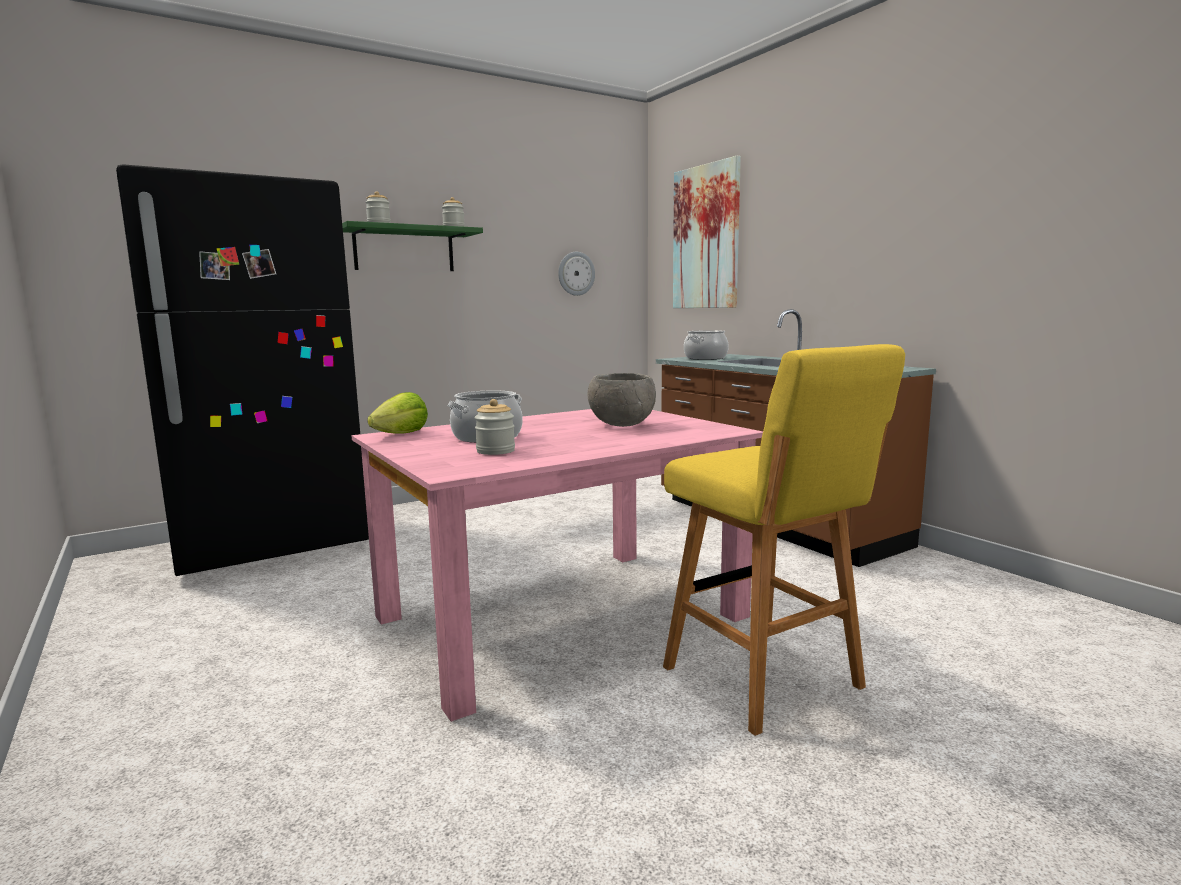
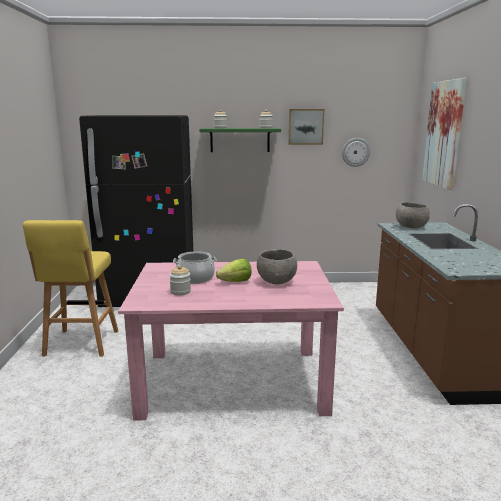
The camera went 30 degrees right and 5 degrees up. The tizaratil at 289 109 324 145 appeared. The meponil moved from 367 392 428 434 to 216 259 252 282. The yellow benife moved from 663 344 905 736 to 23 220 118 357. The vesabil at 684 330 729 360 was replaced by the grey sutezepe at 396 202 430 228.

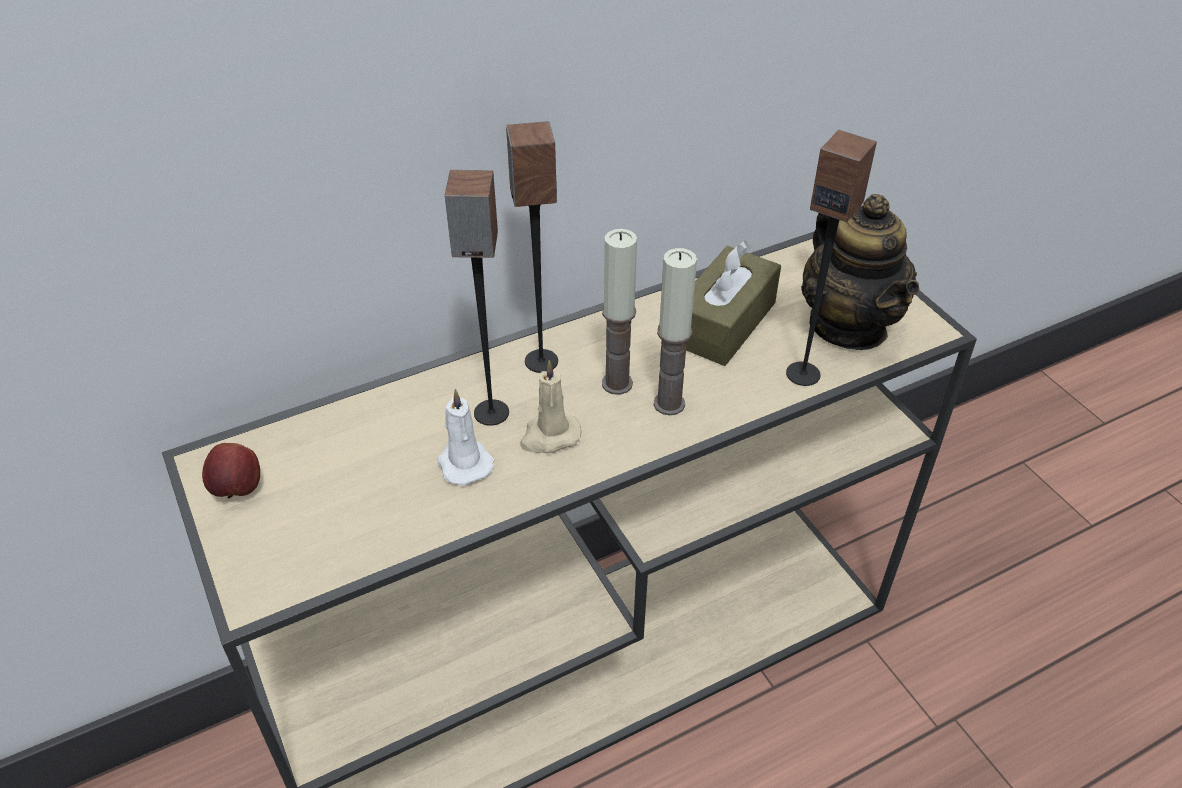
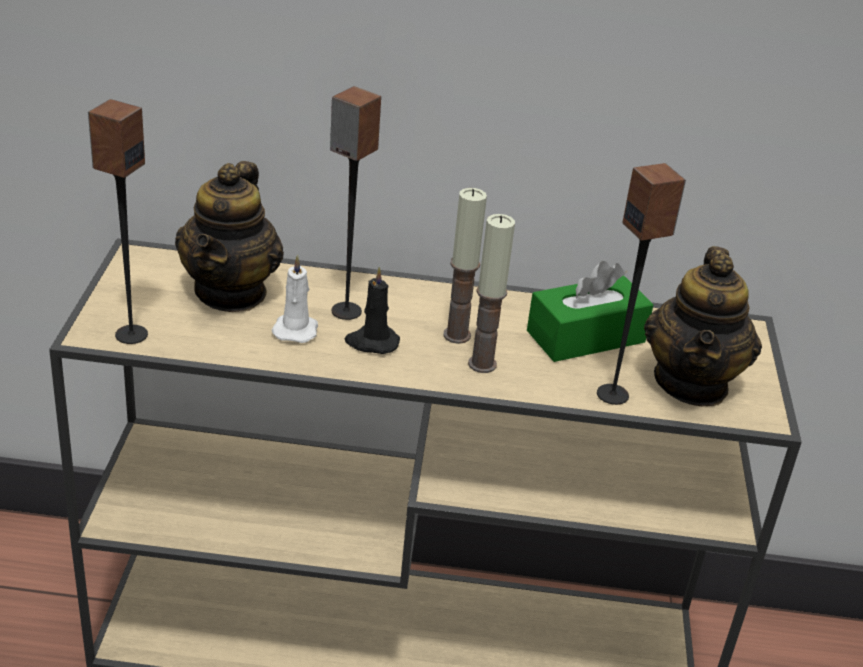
The camera went 30 degrees right and 10 degrees down. The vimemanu at 202 443 260 498 disappeared. The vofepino at 175 161 284 312 appeared. The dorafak moved from 506 121 558 373 to 88 99 148 344. The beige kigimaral at 520 360 582 454 became the black kigimaral at 345 267 400 354. The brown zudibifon at 686 241 781 366 became the green zudibifon at 527 261 654 362.

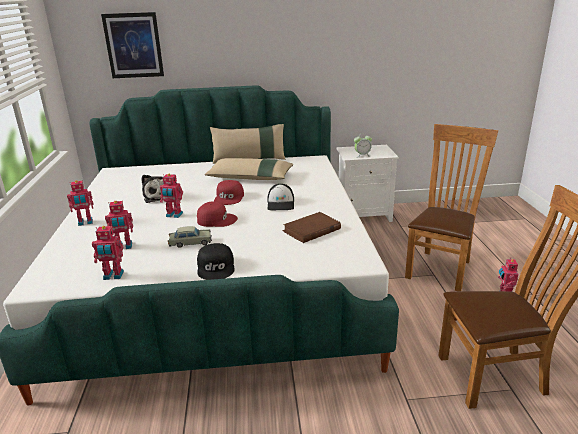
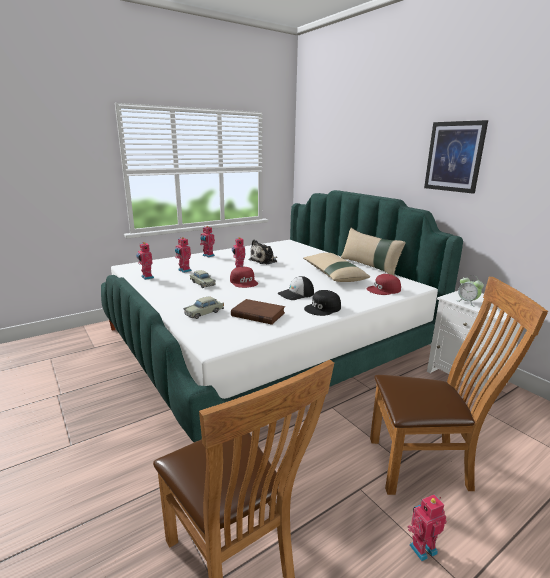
The camera went 60 degrees right and 5 degrees down. The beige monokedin at 183 296 224 319 appeared. The tizaratil moved from 101 12 164 78 to 424 120 488 194. The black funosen moved from 197 243 235 280 to 304 290 341 316. The red funosen moved from 214 180 244 205 to 367 274 401 295.

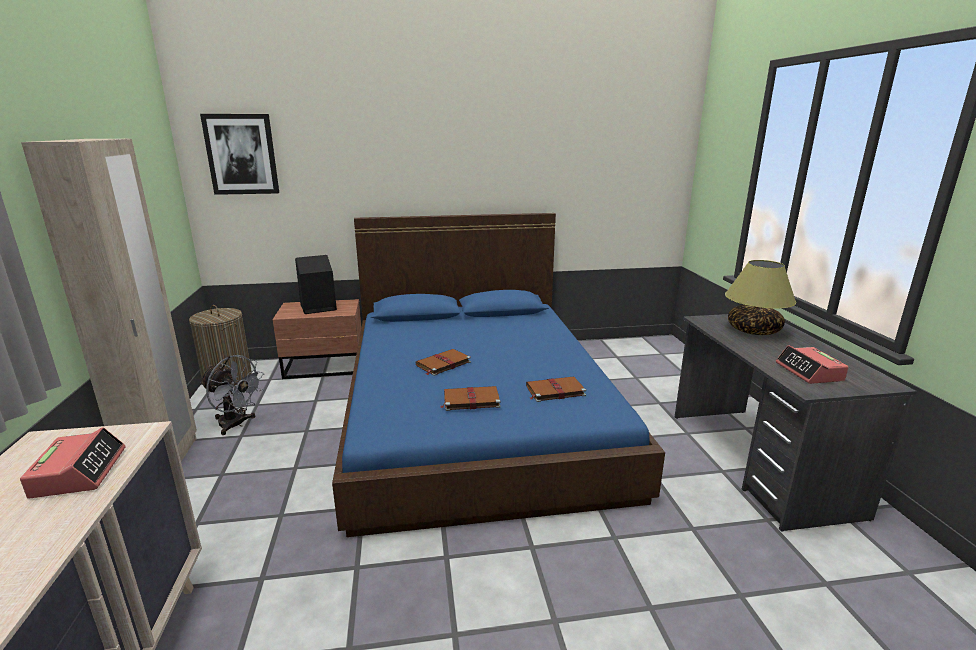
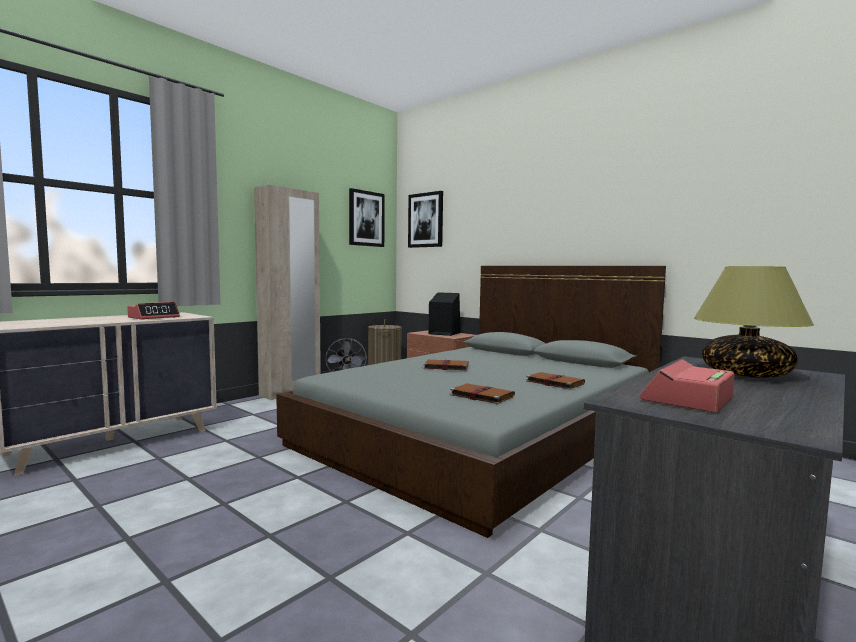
The camera went 50 degrees right and 15 degrees down. The tizaratil at 349 188 385 247 appeared. The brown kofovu moved from 440 386 501 411 to 526 372 585 390. The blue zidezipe at 332 213 665 537 became the grey zidezipe at 276 266 666 538.

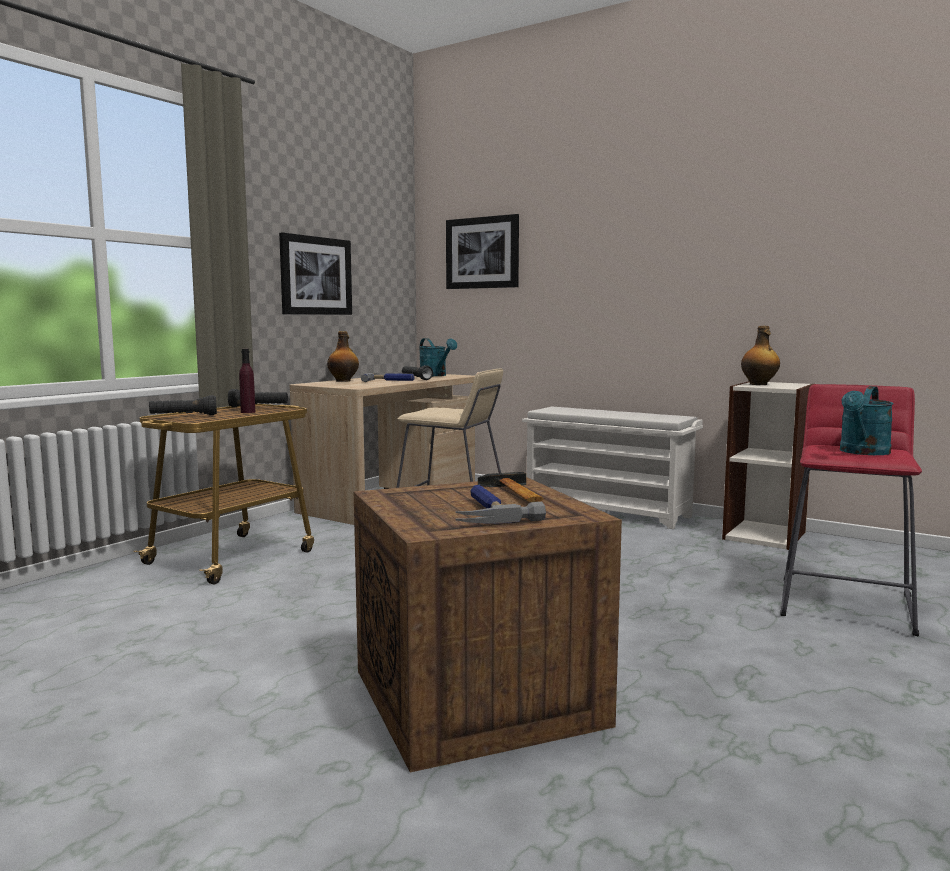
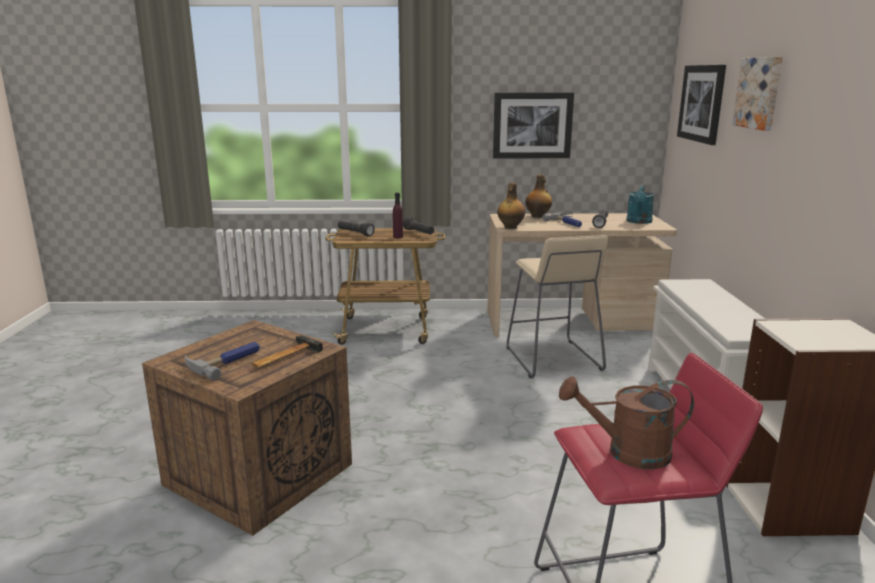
The camera went 55 degrees right and 10 degrees up. The tizaratil at 732 57 783 131 appeared. The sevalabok moved from 741 326 780 385 to 497 183 525 229. The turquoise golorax at 840 386 894 455 became the brown golorax at 559 376 694 469.

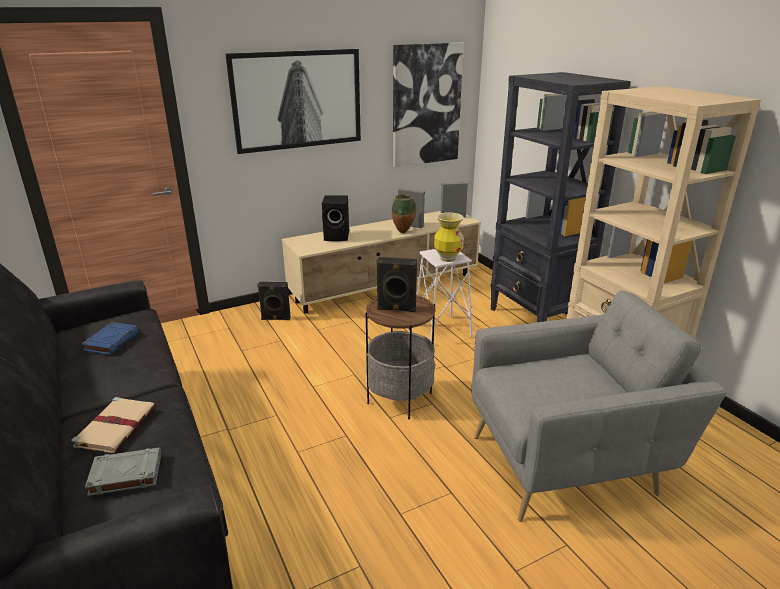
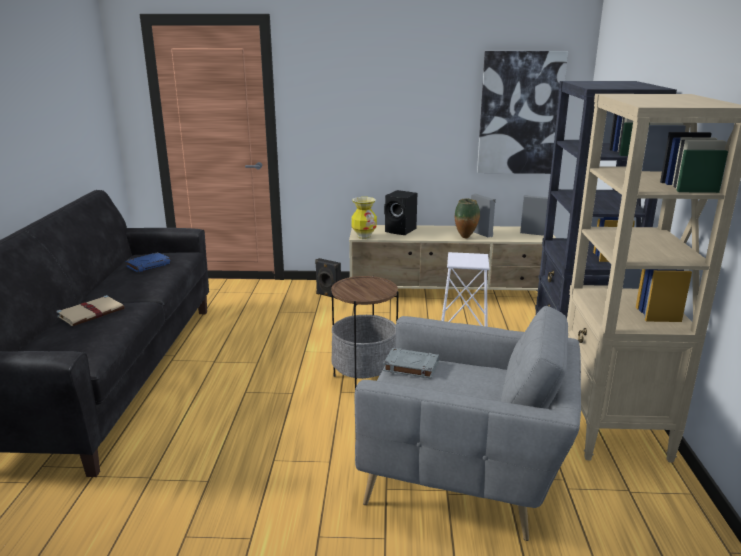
The camera went 30 degrees right and 5 degrees down. The tizaratil at 225 49 361 154 disappeared. The black dorafak at 376 257 417 312 disappeared. The grey kofovu moved from 85 448 161 496 to 383 348 439 379. The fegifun moved from 434 212 464 262 to 351 197 377 239.

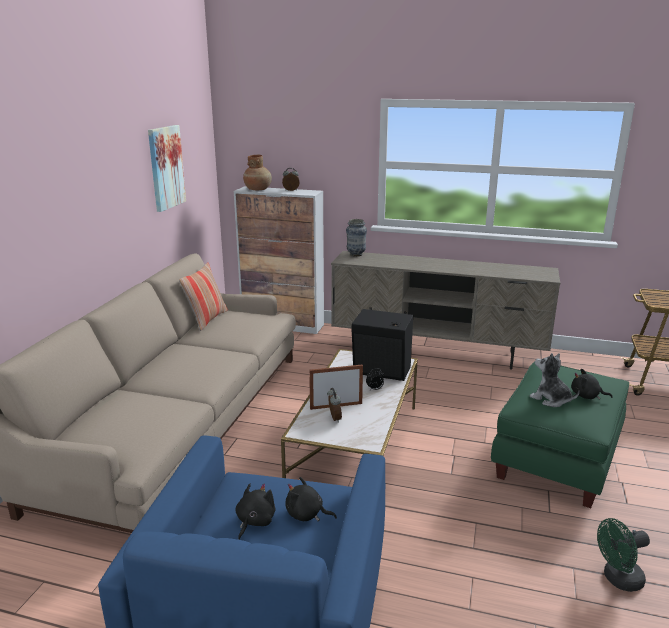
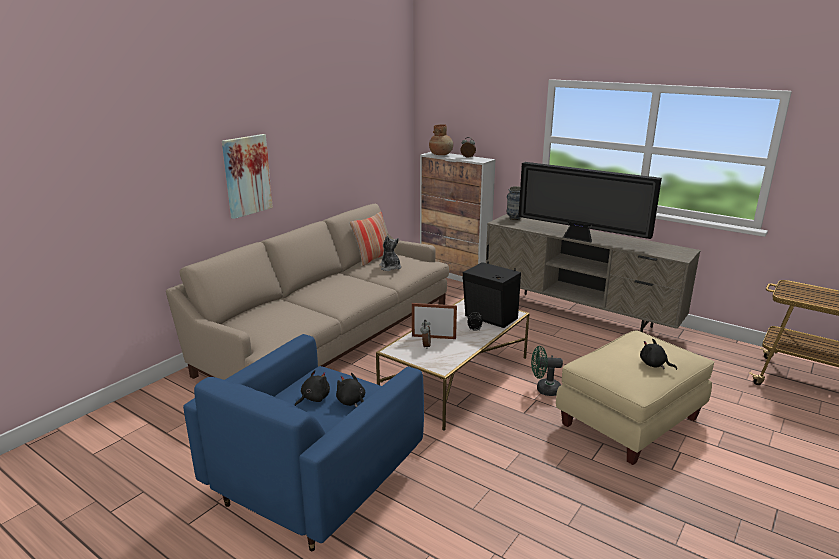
The camera went 20 degrees right and 0 degrees up. The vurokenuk at 518 162 662 243 appeared. The tizaratil moved from 148 125 186 212 to 222 134 273 219. The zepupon moved from 530 353 580 407 to 379 236 401 271. The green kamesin moved from 597 518 650 592 to 531 346 563 396. The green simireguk at 491 362 629 508 became the beige simireguk at 556 331 715 465.

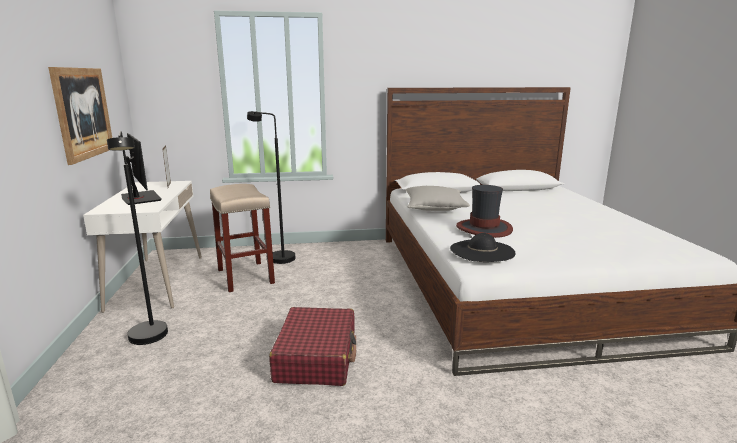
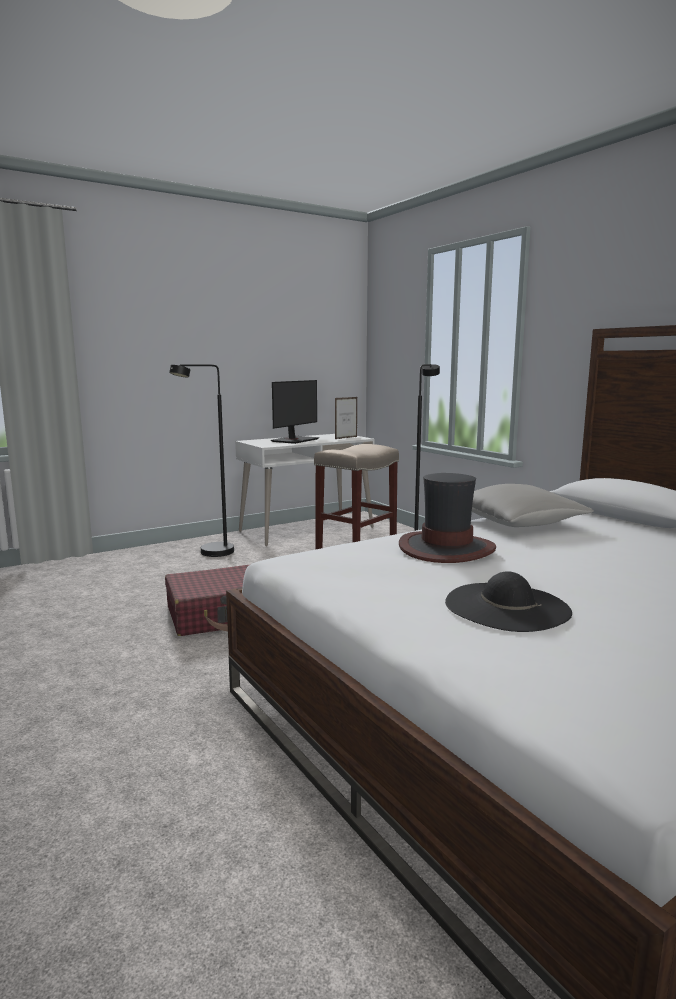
The camera went 65 degrees right and 5 degrees down. The tizaratil at 48 67 112 165 disappeared. The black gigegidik moved from 450 233 516 262 to 445 571 572 632.

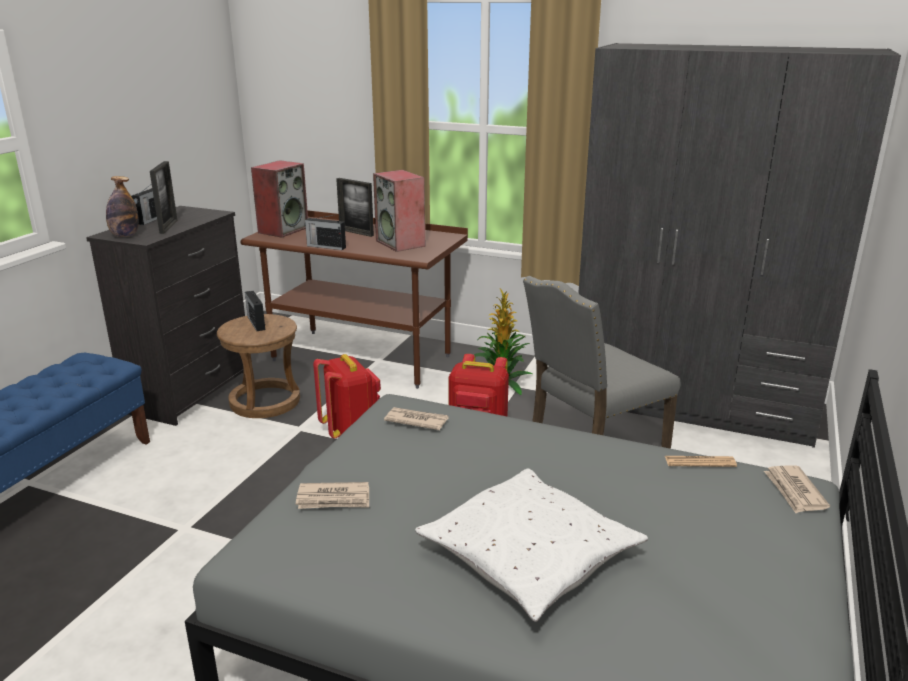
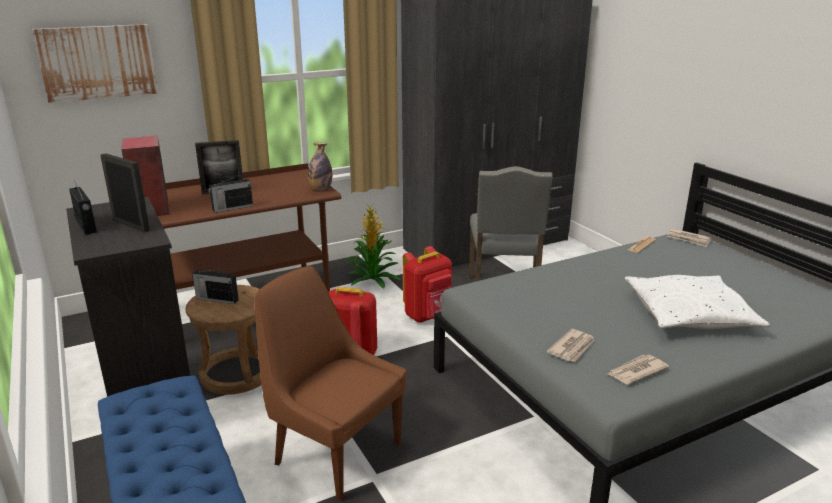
The camera went 50 degrees left and 0 degrees up. The dorafak at 373 170 425 252 disappeared. The tizaratil at 32 24 158 103 appeared. The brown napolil at 254 266 406 501 appeared. The sevalabok moved from 106 176 139 237 to 308 142 332 191. The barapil moved from 384 407 449 430 to 608 355 669 385.

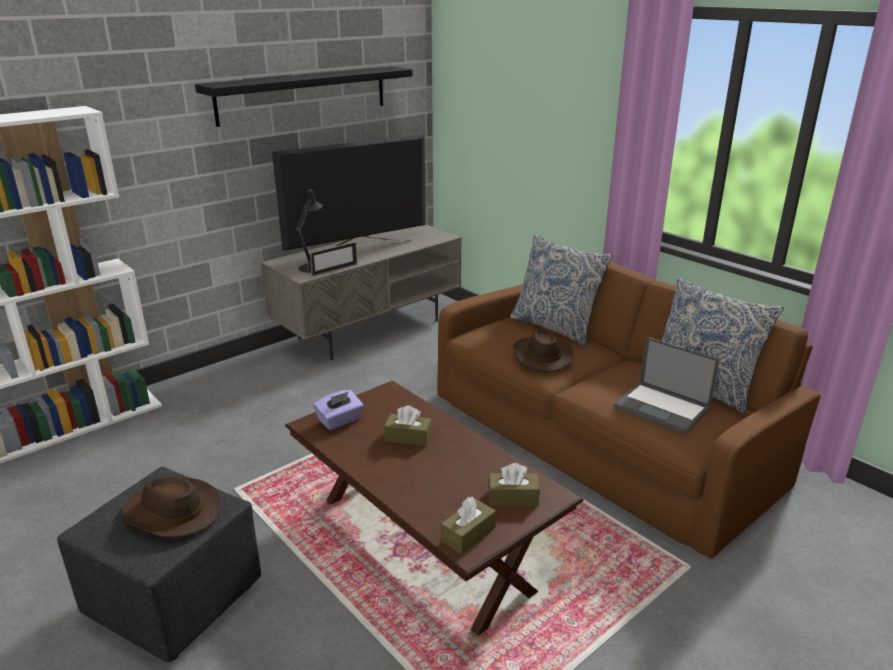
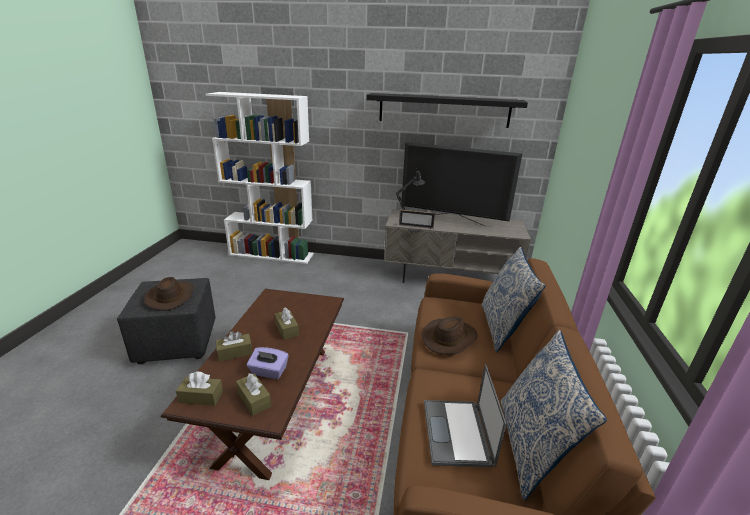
The camera went 50 degrees right and 0 degrees up. The brown zudibifon at 216 331 252 362 appeared. The purple zudibifon moved from 313 390 363 430 to 247 347 289 379.

